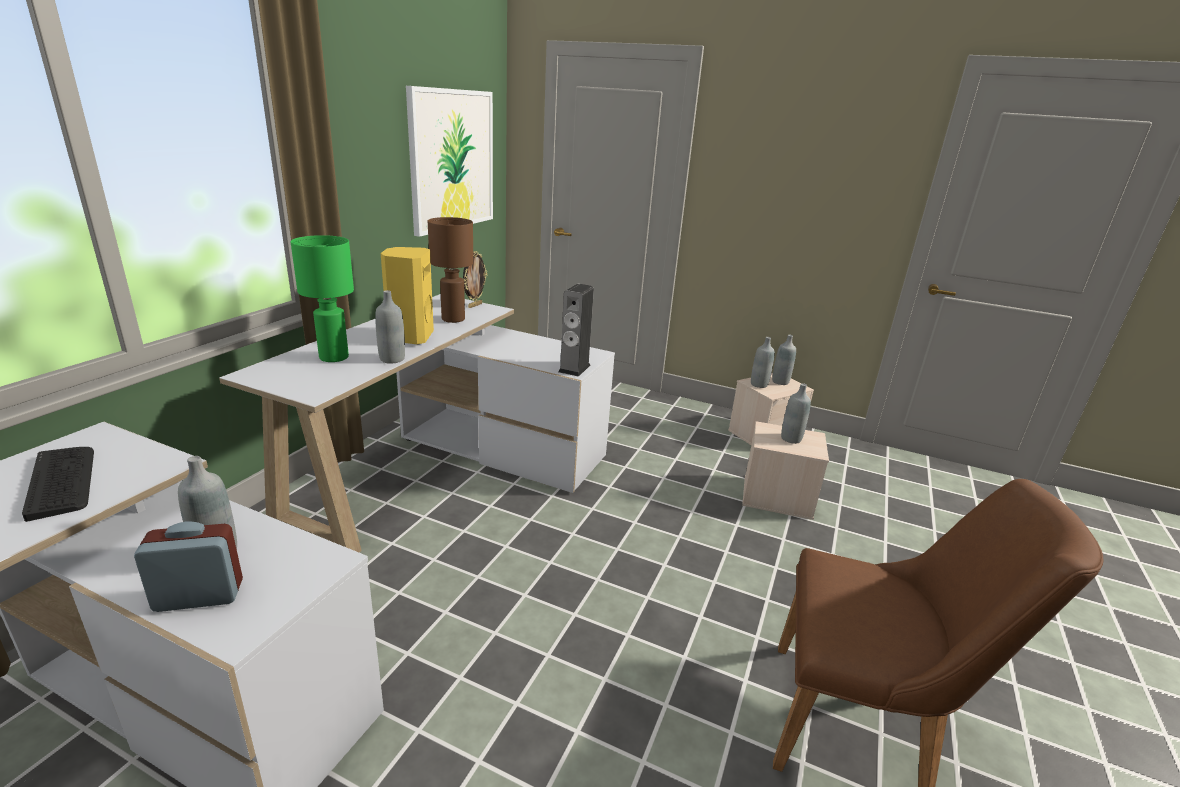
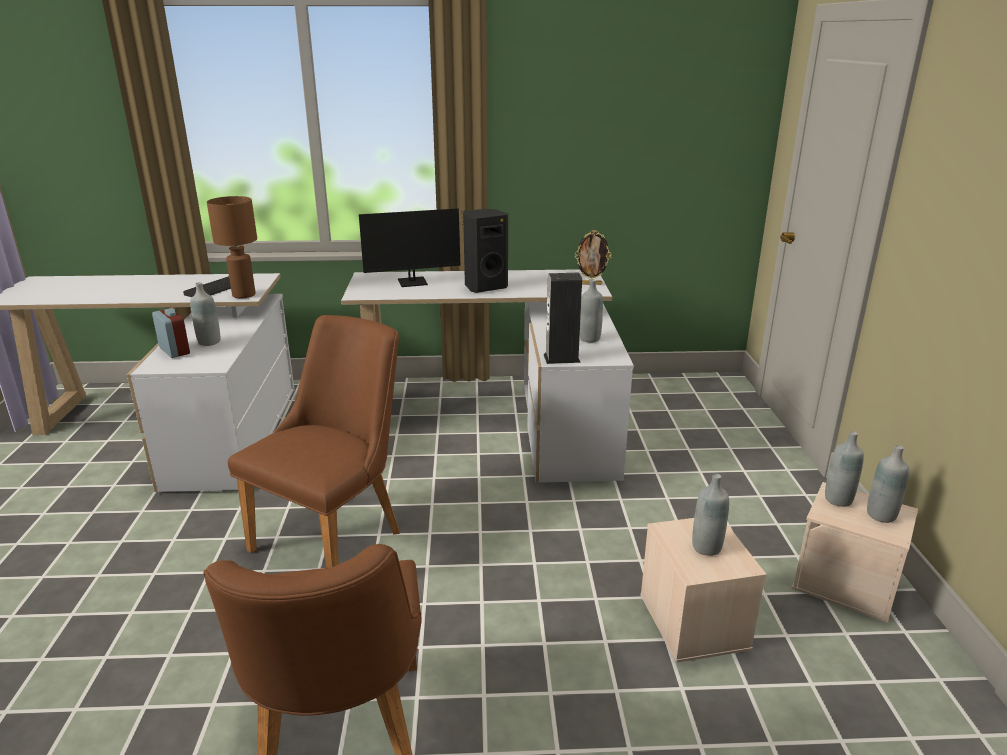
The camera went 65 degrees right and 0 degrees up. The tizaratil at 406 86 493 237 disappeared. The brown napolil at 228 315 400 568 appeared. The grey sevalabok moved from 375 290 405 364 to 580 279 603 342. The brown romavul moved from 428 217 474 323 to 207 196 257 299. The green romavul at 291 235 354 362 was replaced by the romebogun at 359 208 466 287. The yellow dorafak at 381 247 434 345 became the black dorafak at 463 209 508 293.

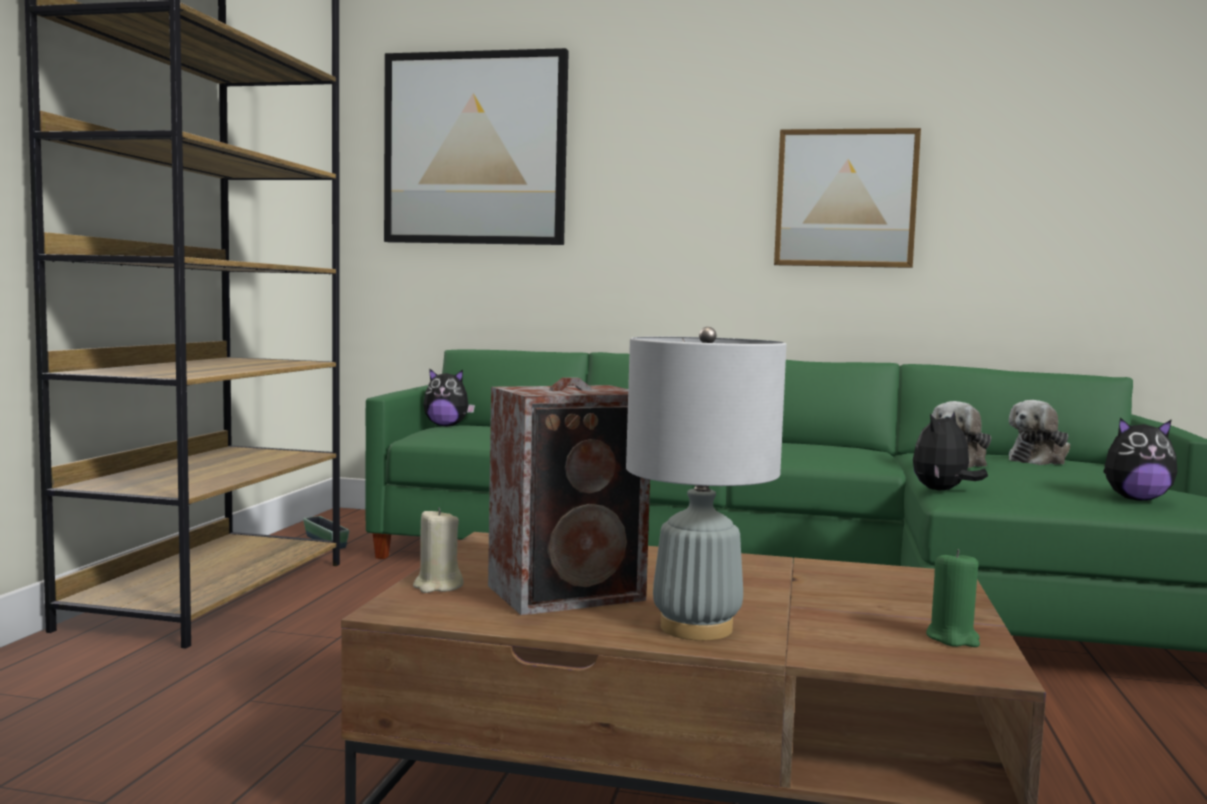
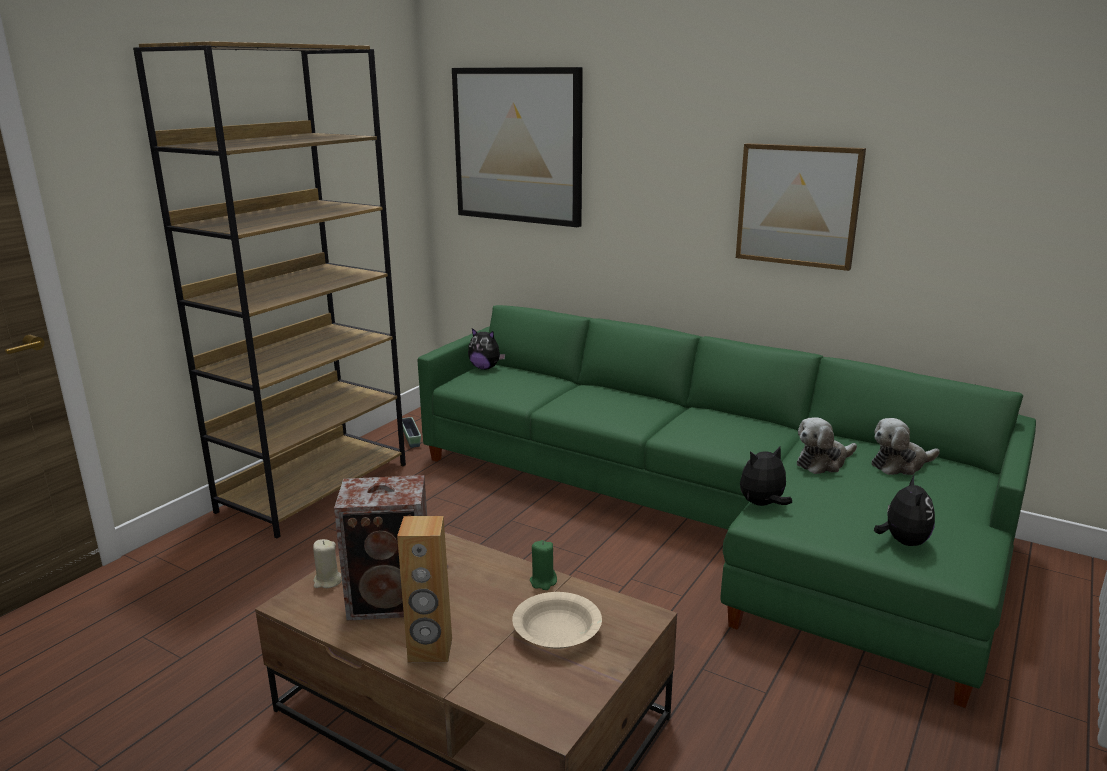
The camera went 20 degrees right and 15 degrees up. The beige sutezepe at 512 592 602 649 appeared. The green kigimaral moved from 926 550 980 647 to 530 540 557 590. The grey romavul at 626 327 786 641 was replaced by the brown dorafak at 397 516 452 662. The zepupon at 1103 417 1178 501 turned 105 degrees counterclockwise.

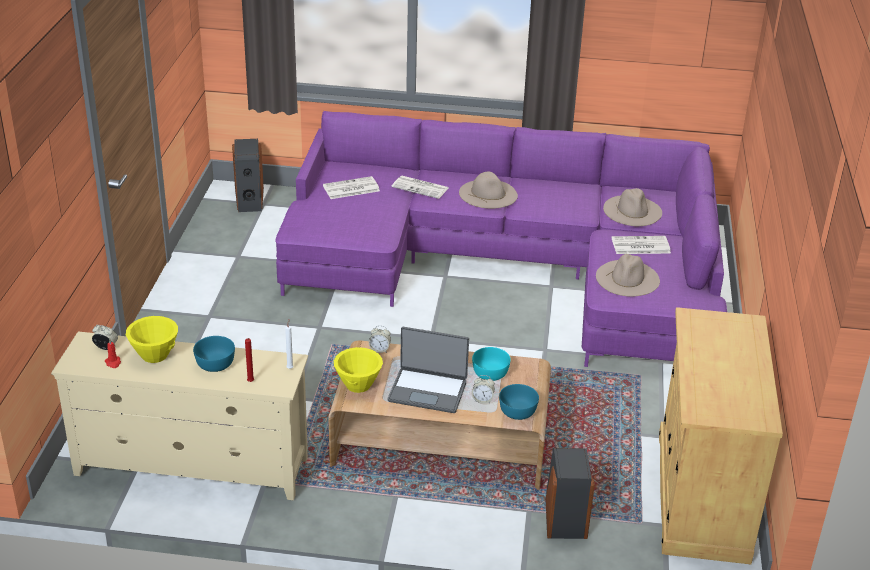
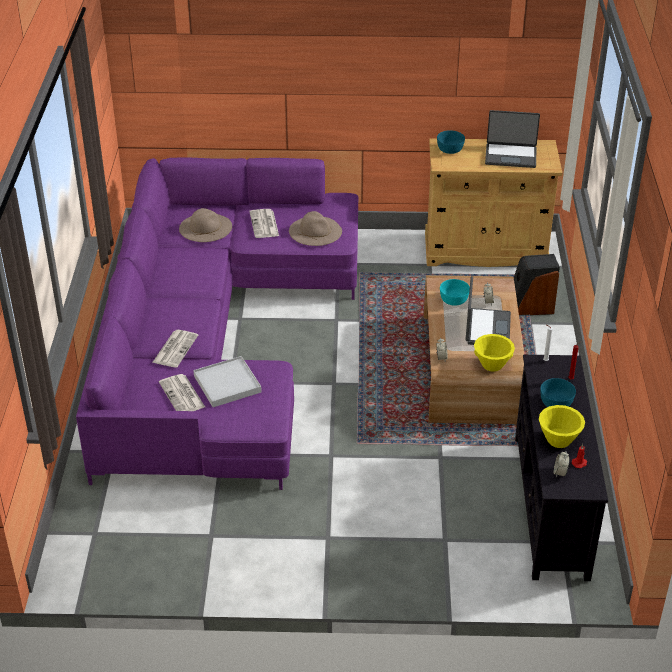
The camera went 95 degrees left and 5 degrees up. The dorafak at 232 139 264 212 disappeared. The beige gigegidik at 459 172 518 209 disappeared. The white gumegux at 193 356 262 407 appeared. The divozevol at 485 110 540 168 appeared. The turquoise sutezepe moved from 499 384 539 420 to 437 130 465 154. The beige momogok at 51 331 308 500 became the black momogok at 515 355 608 581.

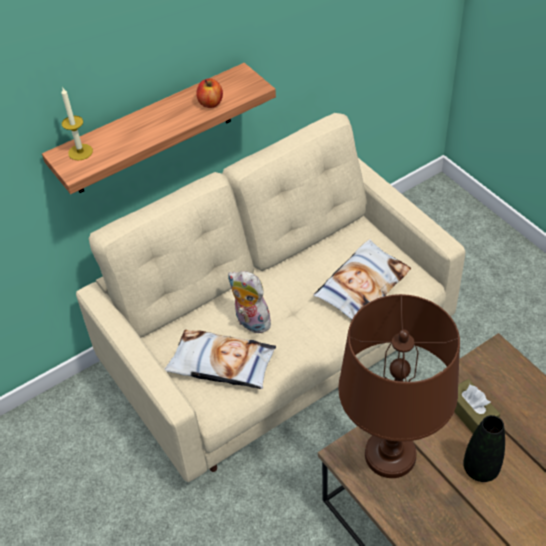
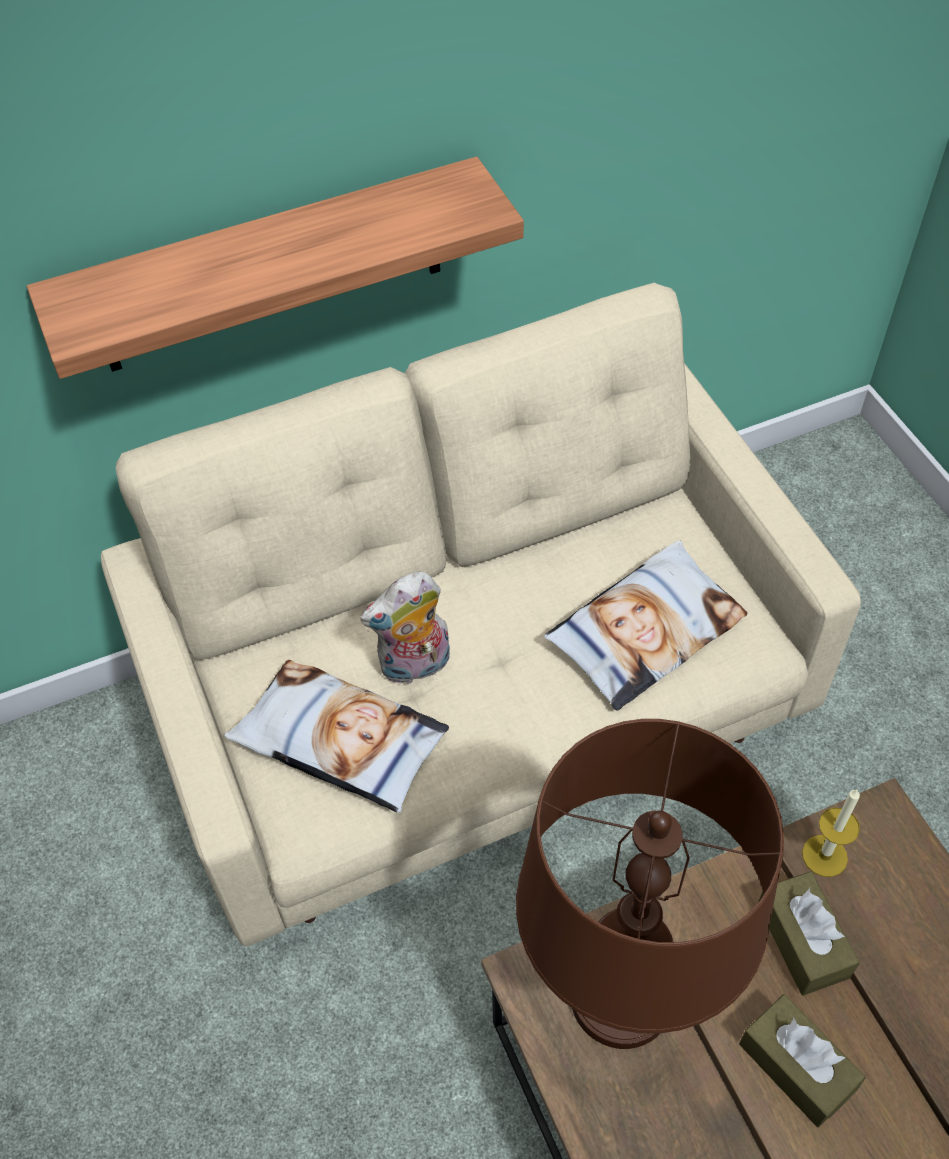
The camera went 10 degrees right and 5 degrees up. The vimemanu at 196 79 223 108 disappeared. The kigimaral moved from 61 88 93 161 to 802 789 860 877. The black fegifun at 463 415 505 482 was replaced by the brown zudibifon at 739 994 866 1127. The zepupon at 228 271 274 333 turned 75 degrees counterclockwise.

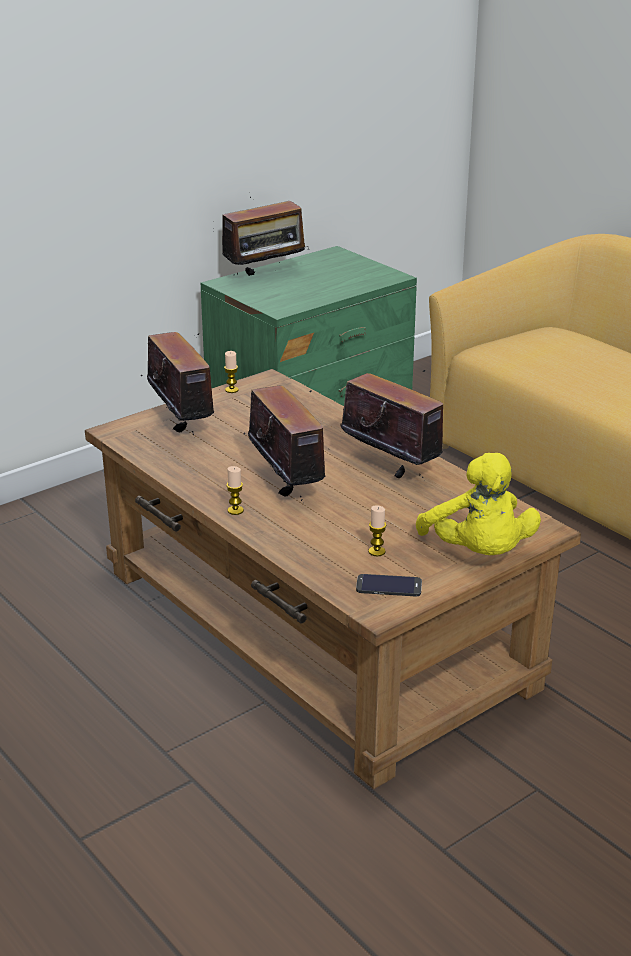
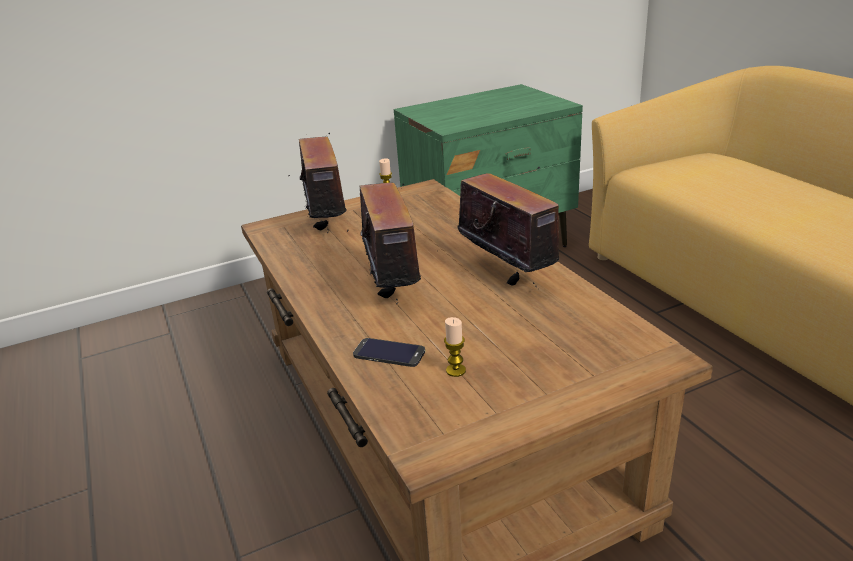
The camera went 15 degrees right and 0 degrees up. The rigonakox at 222 197 309 276 disappeared. The kigimaral at 226 466 244 515 disappeared. The yellow zepupon at 416 453 541 555 disappeared. The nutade moved from 356 574 422 596 to 353 338 425 367.

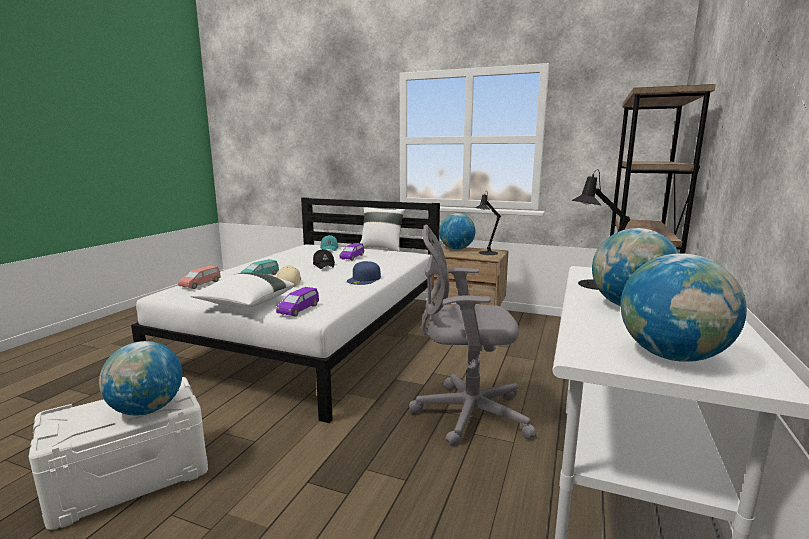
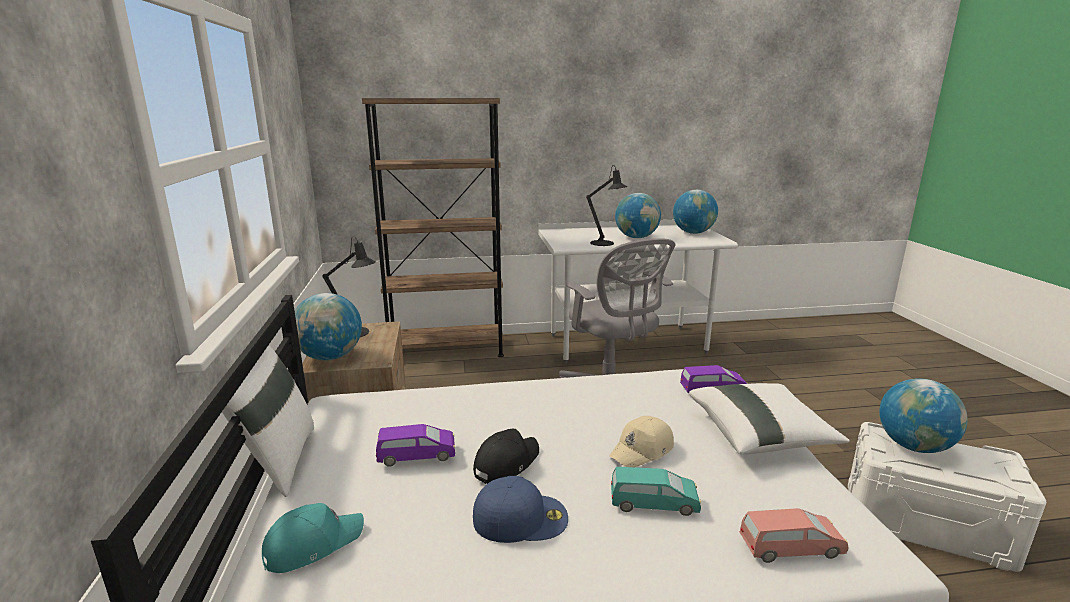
The camera went 120 degrees left and 5 degrees up. The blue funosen moved from 347 261 381 285 to 473 476 568 543.

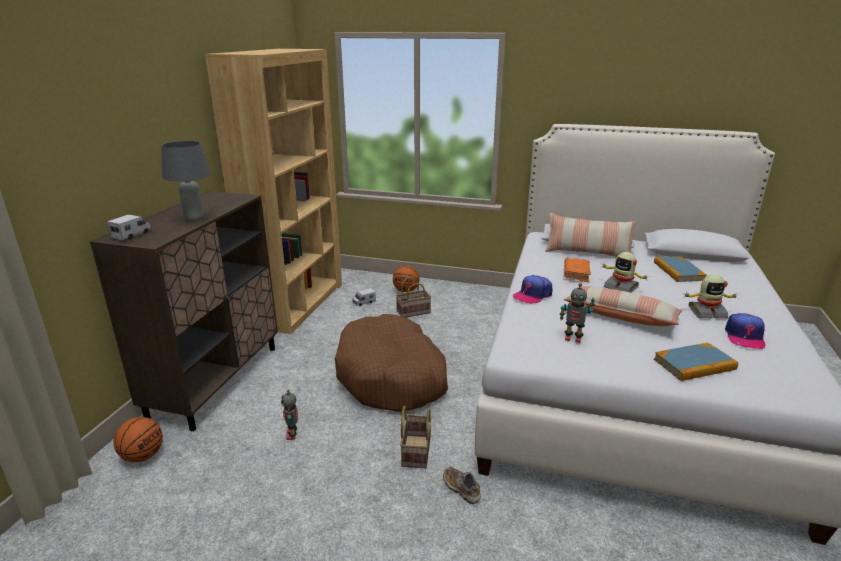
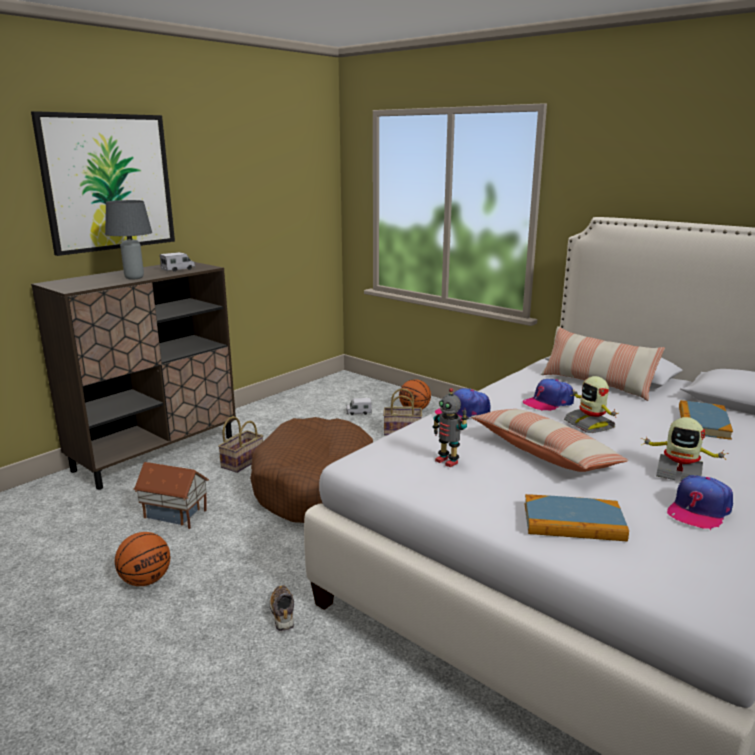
The camera went 25 degrees right and 5 degrees down. The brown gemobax at 205 49 342 334 disappeared. The tizaratil at 31 111 175 256 appeared. The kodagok moved from 107 214 151 240 to 160 252 195 272. The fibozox moved from 114 417 163 462 to 115 532 170 586. The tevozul moved from 400 406 432 468 to 218 416 263 473. The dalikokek at 281 390 298 440 was replaced by the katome at 134 462 209 529. The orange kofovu at 564 257 591 283 was replaced by the funosen at 523 379 574 411.

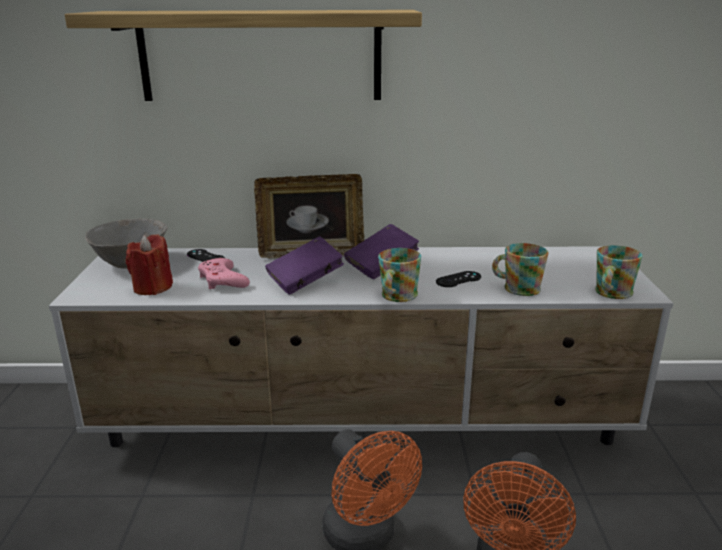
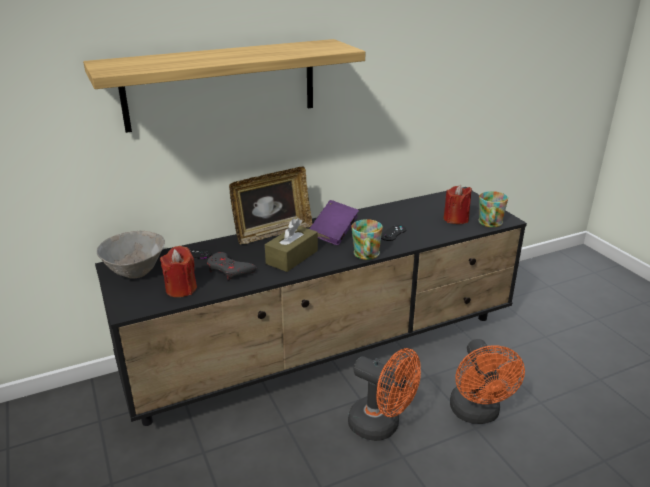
The camera went 25 degrees left and 5 degrees up. The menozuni at 492 243 548 296 disappeared. The red kigimaral at 444 184 472 224 appeared. The purple kofovu at 265 236 344 295 was replaced by the brown zudibifon at 265 218 318 272. The white momogok at 49 246 674 447 became the black momogok at 95 187 527 426. The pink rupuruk at 198 258 250 289 became the grey rupuruk at 207 252 256 280.

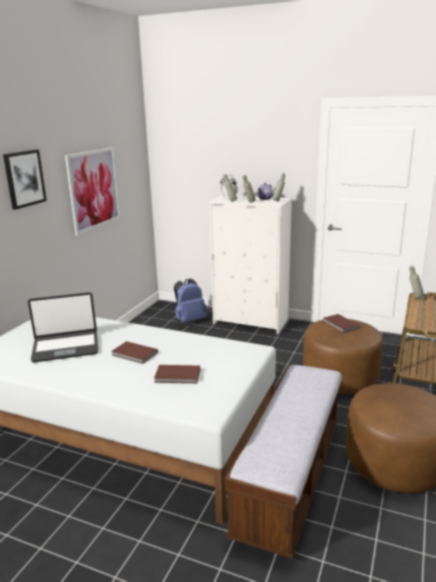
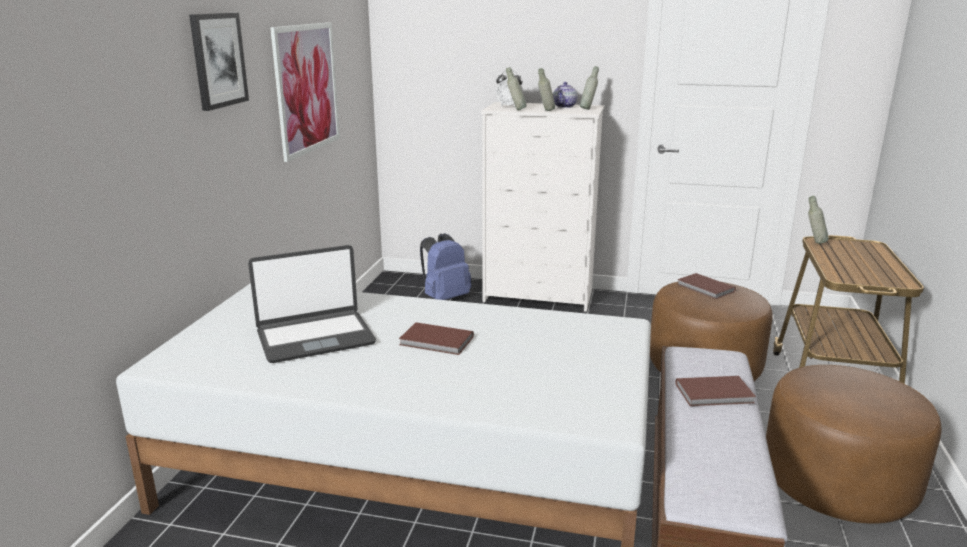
The camera went 10 degrees left and 0 degrees up. The brown kofovu moved from 154 365 200 384 to 676 376 756 406.

